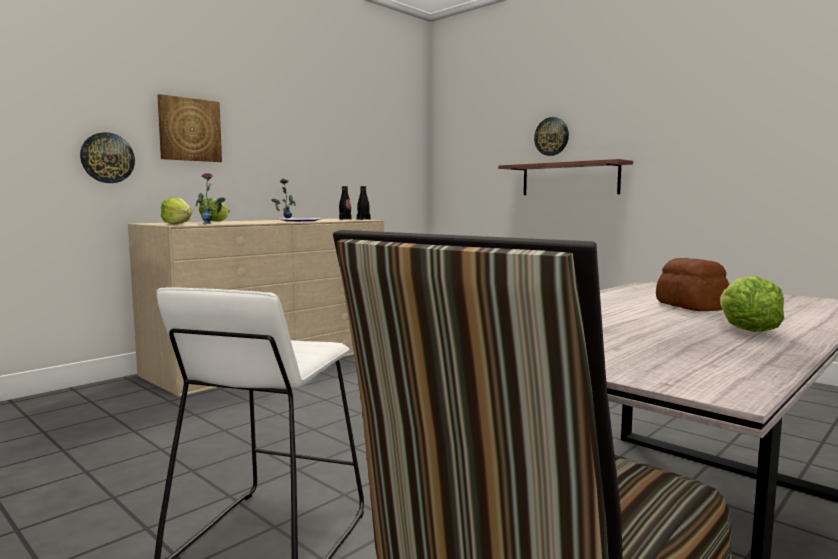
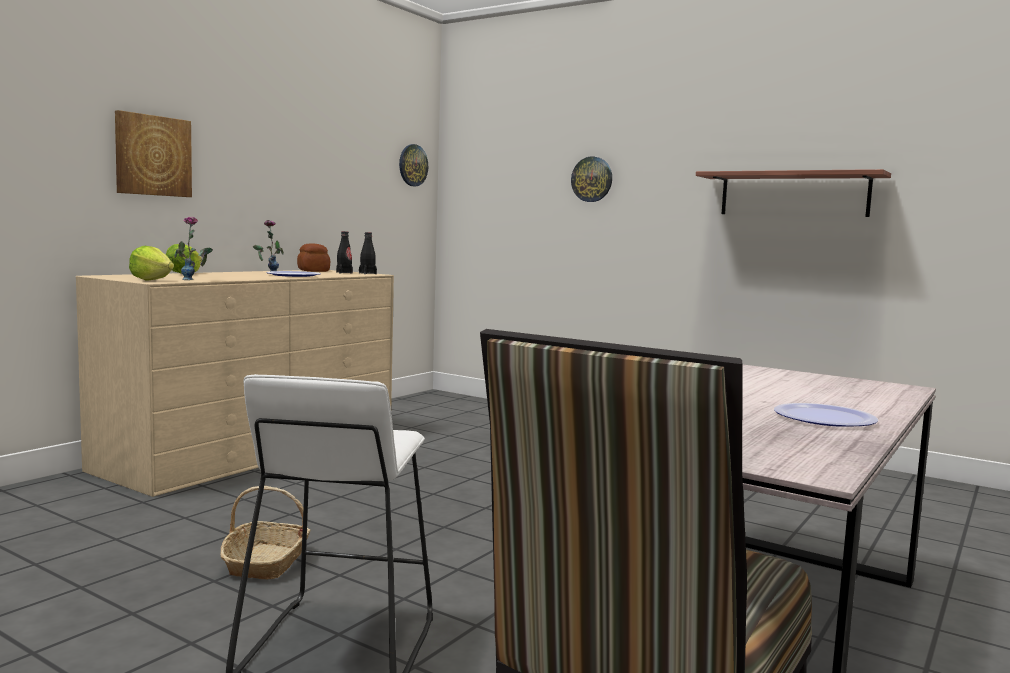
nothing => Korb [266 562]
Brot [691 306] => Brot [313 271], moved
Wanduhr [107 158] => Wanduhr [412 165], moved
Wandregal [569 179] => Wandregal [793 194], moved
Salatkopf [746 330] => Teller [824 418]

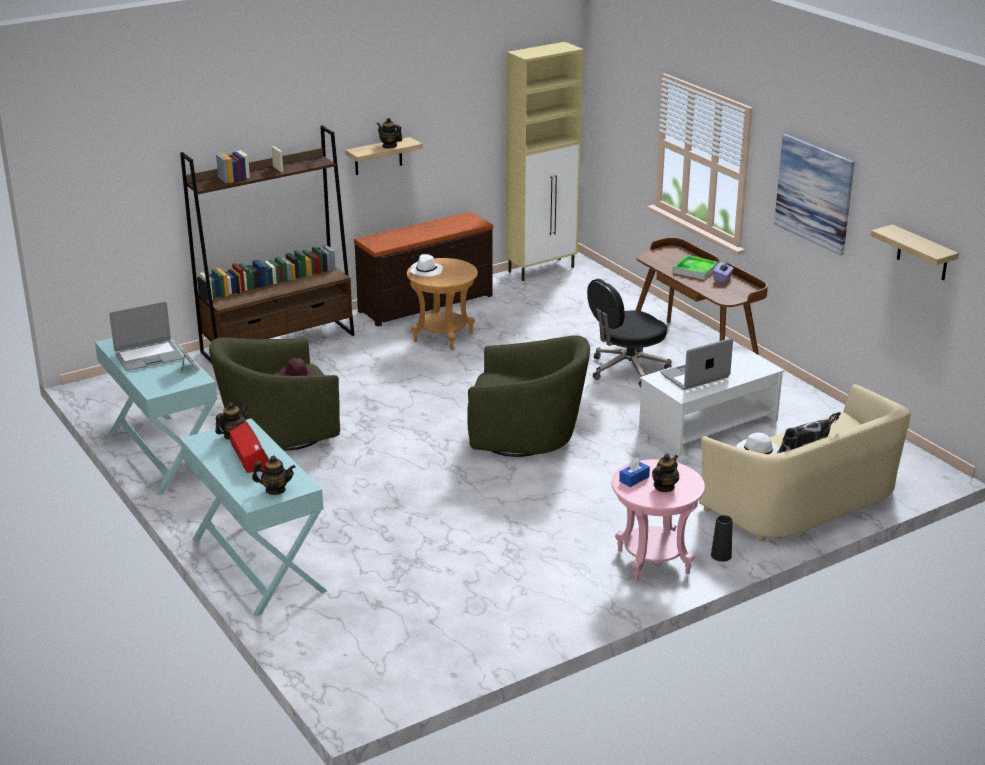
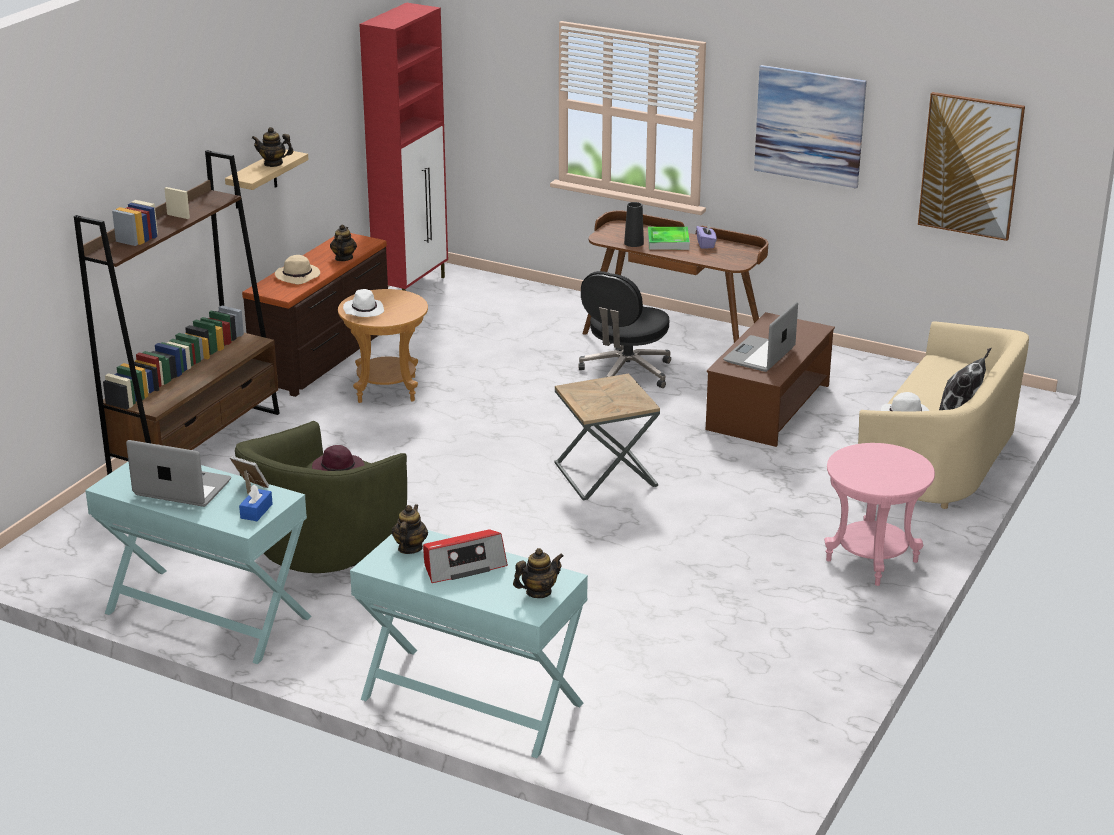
Laptop [148 356] => Laptop [182 488], 105 degrees counterclockwise
Taschentuchbox [blau] [634 479] => Taschentuchbox [blau] [256 511], moved
nothing => Hut [beige] [298 276]
Teekanne [664 487] => Teekanne [343 258], moved
Schrank [beige] [542 269] => Schrank [rot] [412 287]
Radio [251 457] => Radio [463 566], 120 degrees clockwise
Sessel [grün] [526 439] => Beistelltisch [braun] [605 475]
Vase [schwarz] [721 555] => Vase [schwarz] [634 243], moved
Couchtisch [weiß] [707 424] => Couchtisch [braun] [768 407]
Wandregal [922 253] => Bild [970 166]

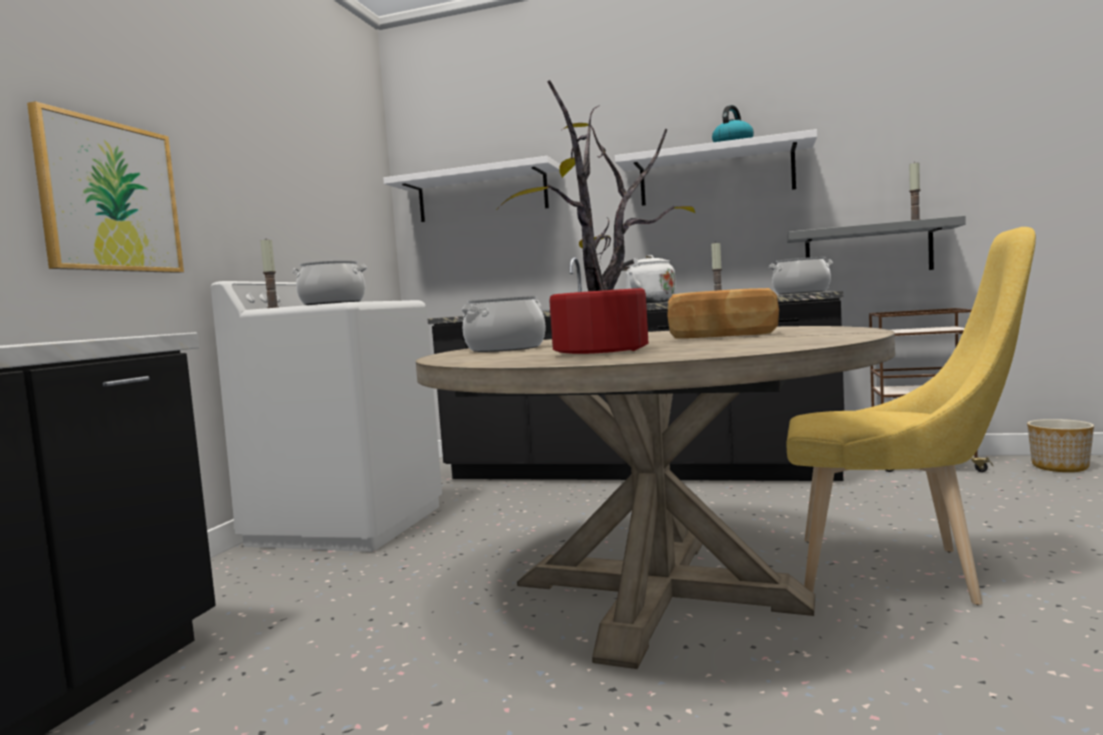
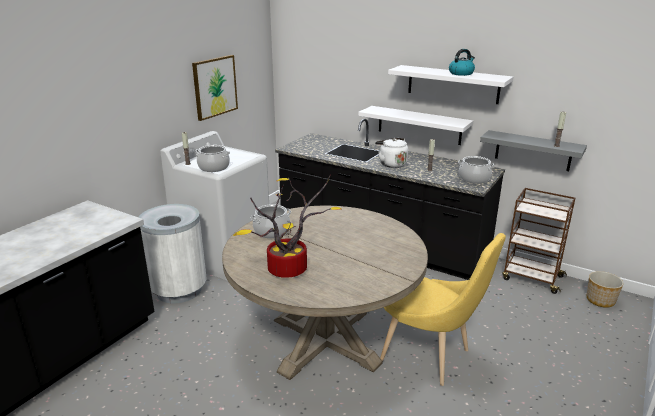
nothing => Mülleimer [weiß] [179 290]
Bild [110 197] => Bild [215 87], moved
Wandregal [weiß] [482 194] => Wandregal [weiß] [419 125], moved
Brot [722 336] => nothing

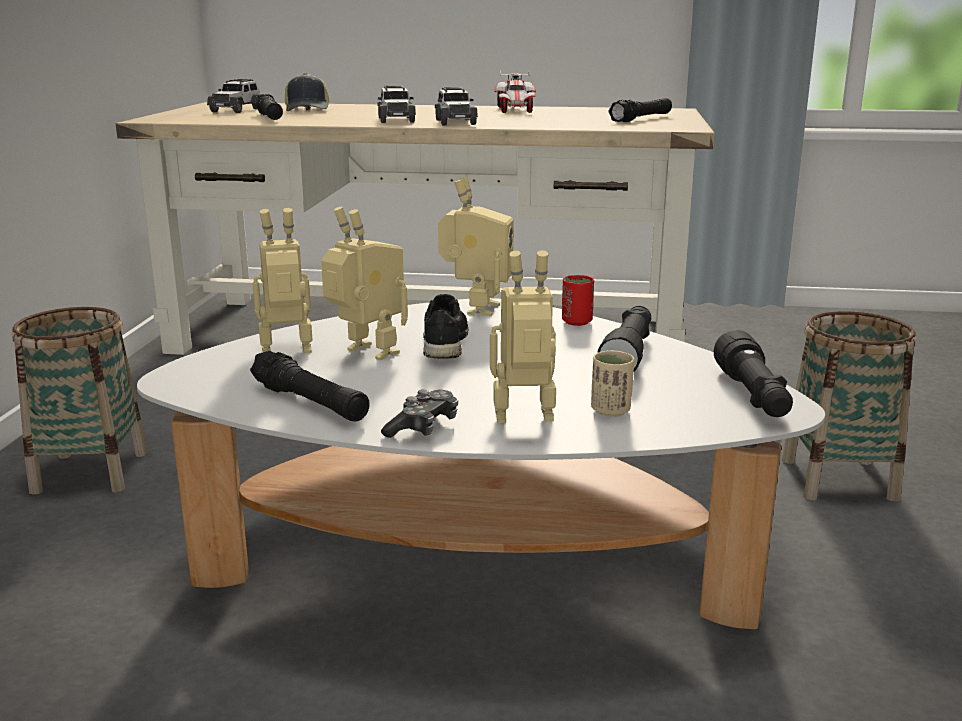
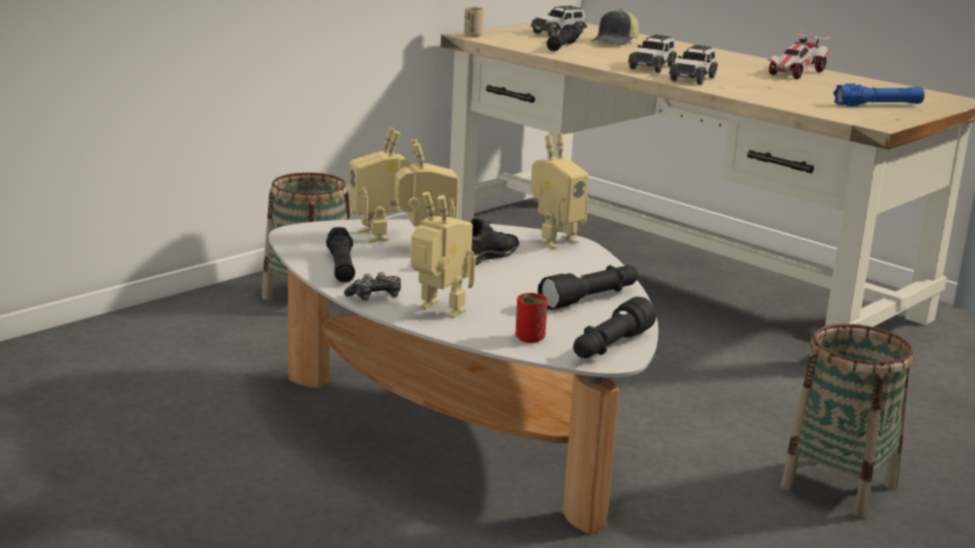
Spielzeugroboter [287 353] => Spielzeugroboter [380 235], 135 degrees counterclockwise
Tasse [beige] [610 411] => Tasse [beige] [473 35], moved
Tasse [rot] [576 322] => Tasse [rot] [529 338], moved
Taschenlampe [schwarz] [641 119] => Taschenlampe [blau] [878 105]

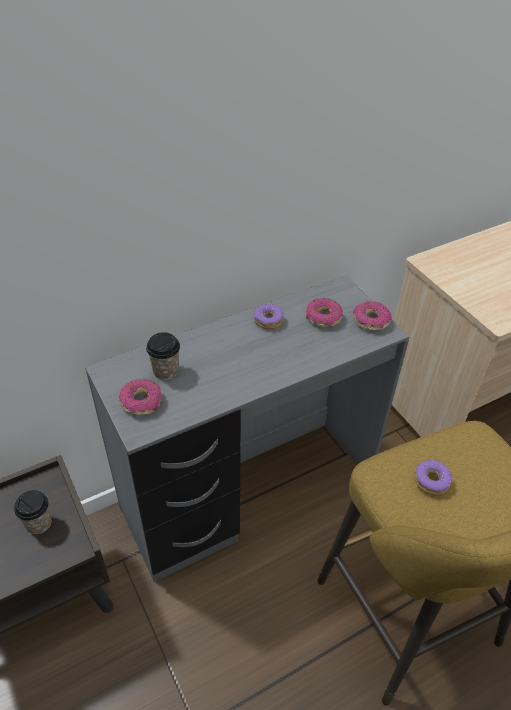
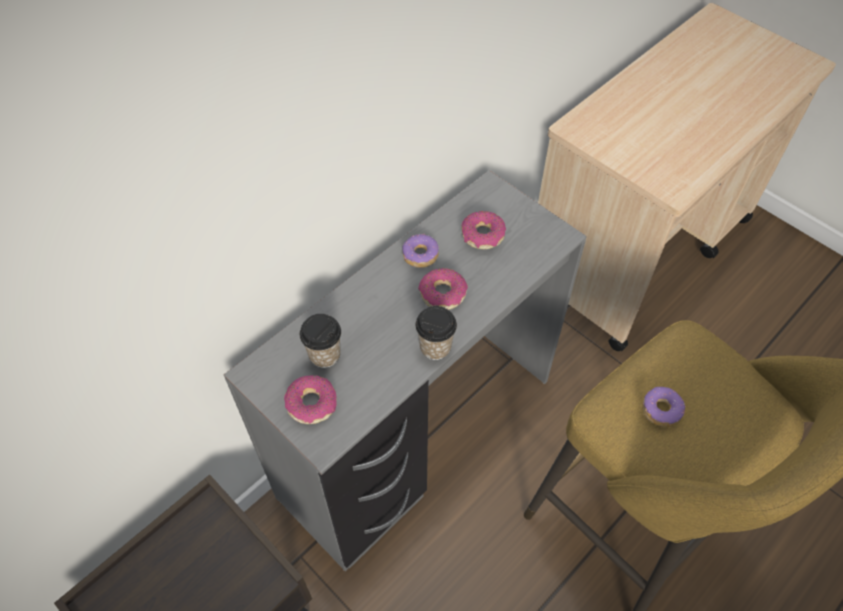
Tasse [39 523] => Tasse [435 347], moved
Donut [371 321] => Donut [442 294], moved

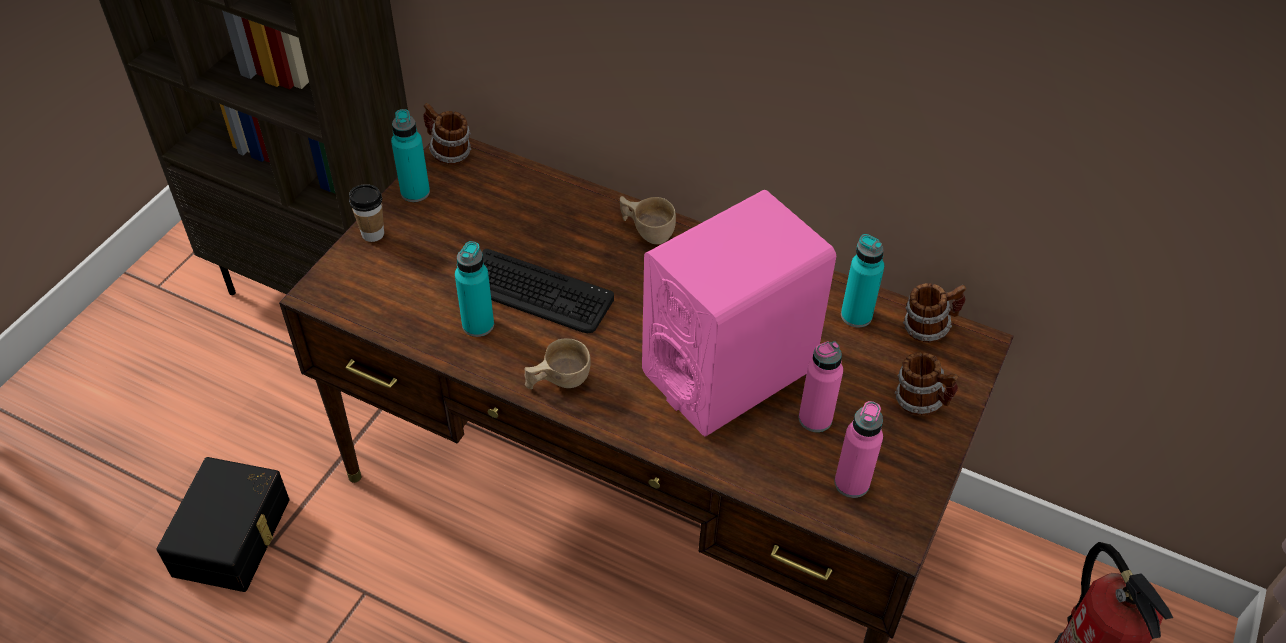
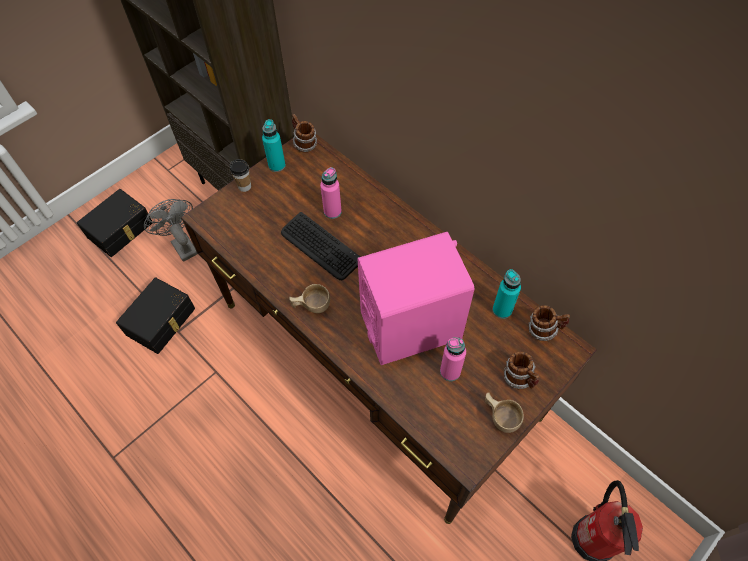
nothing => Aufbewahrungsbox [schwarz] [121 230]
nothing => Ventilator [grau] [182 245]
Flasche [rosa] [851 483] => Flasche [rosa] [332 211], moved
Tasse [beige] [646 231] => Tasse [beige] [500 416], moved
Flasche [türkis] [478 325] => nothing

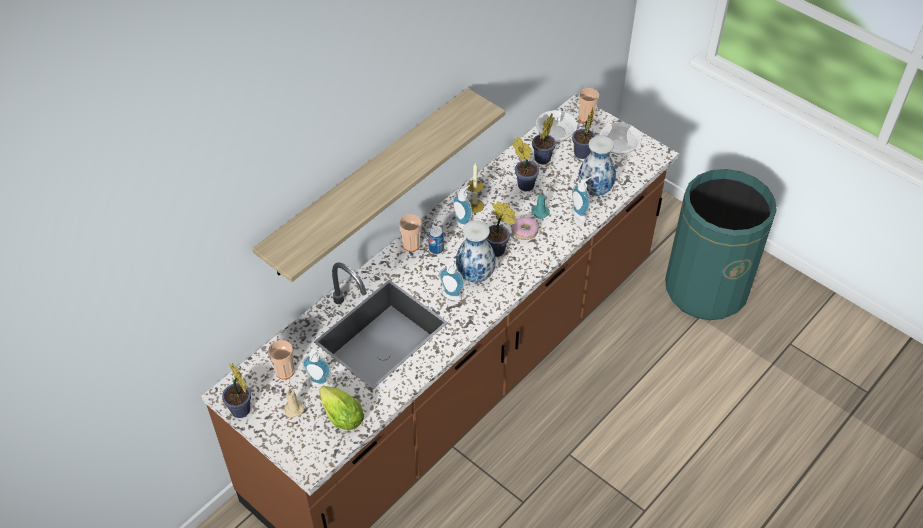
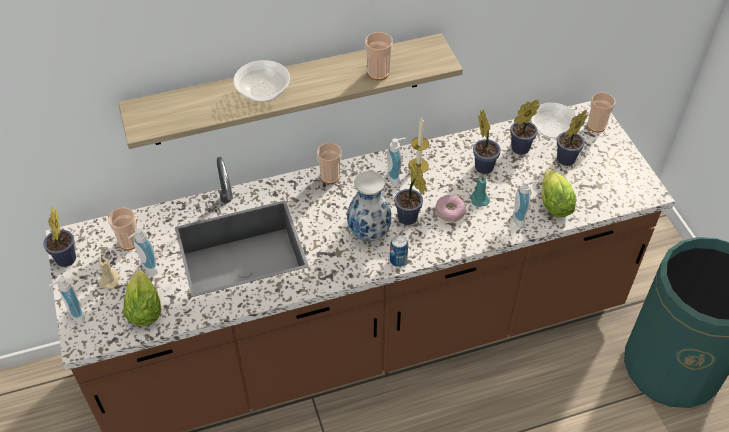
Seifenspender [450 297] => Seifenspender [74 316], moved
Schüssel [618 146] => Schüssel [263 91], moved
nothing => Tasse [378 73]
Dose [436 249] => Dose [398 260], moved
Vase [595 191] => Salatkopf [553 202]

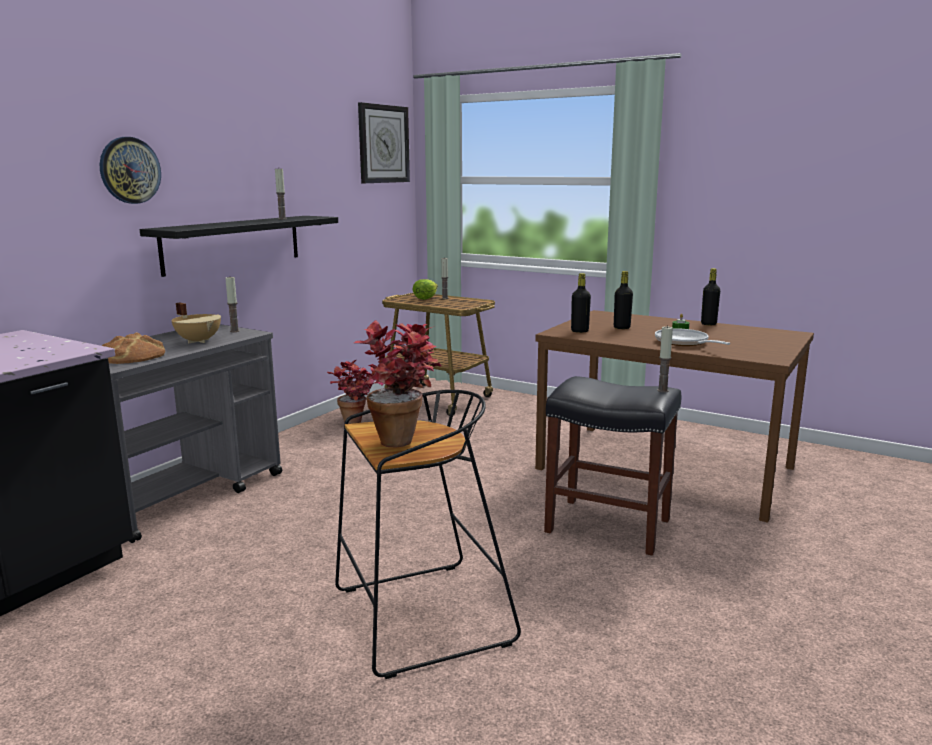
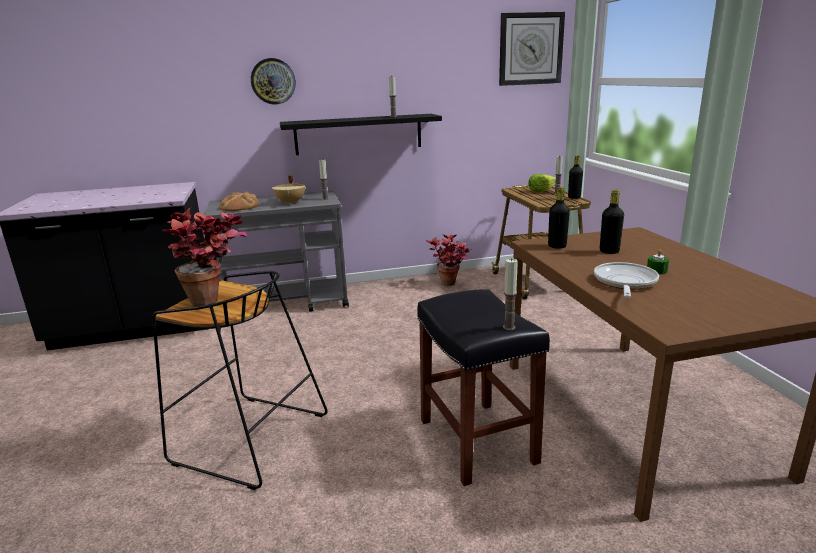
Flasche [schwarz] [708 324] => Flasche [schwarz] [574 197], moved

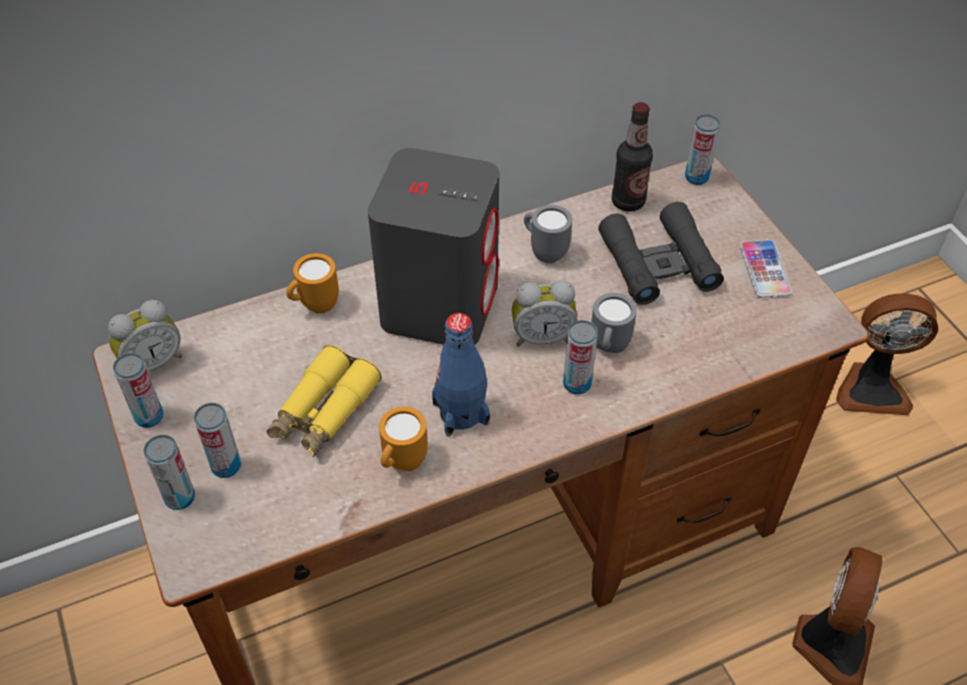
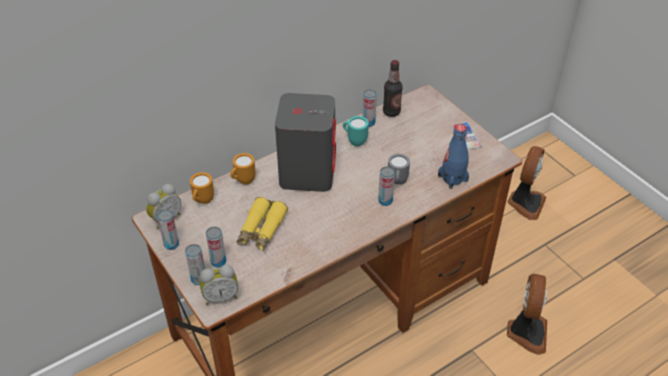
Henkelbecher [orange] [402 464] => Henkelbecher [orange] [202 201], moved
Wecker [542 336] => Wecker [221 296], moved
Henkelbecher [grau] [544 252] => Henkelbecher [türkis] [354 141]
Dose [696 177] => Dose [368 123], moved
Flasche [blau] [461 413] => Flasche [blau] [452 178], moved
Ventilator [872 388] => Ventilator [525 203], 60 degrees counterclockwise
Fernglas [schwarz] [658 263] => nothing

